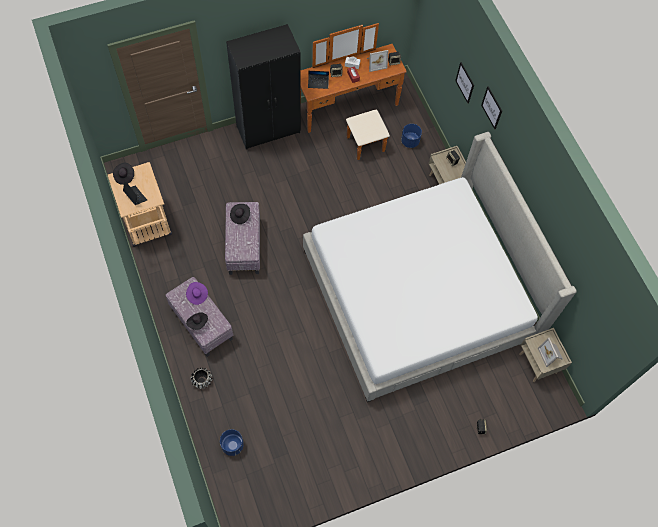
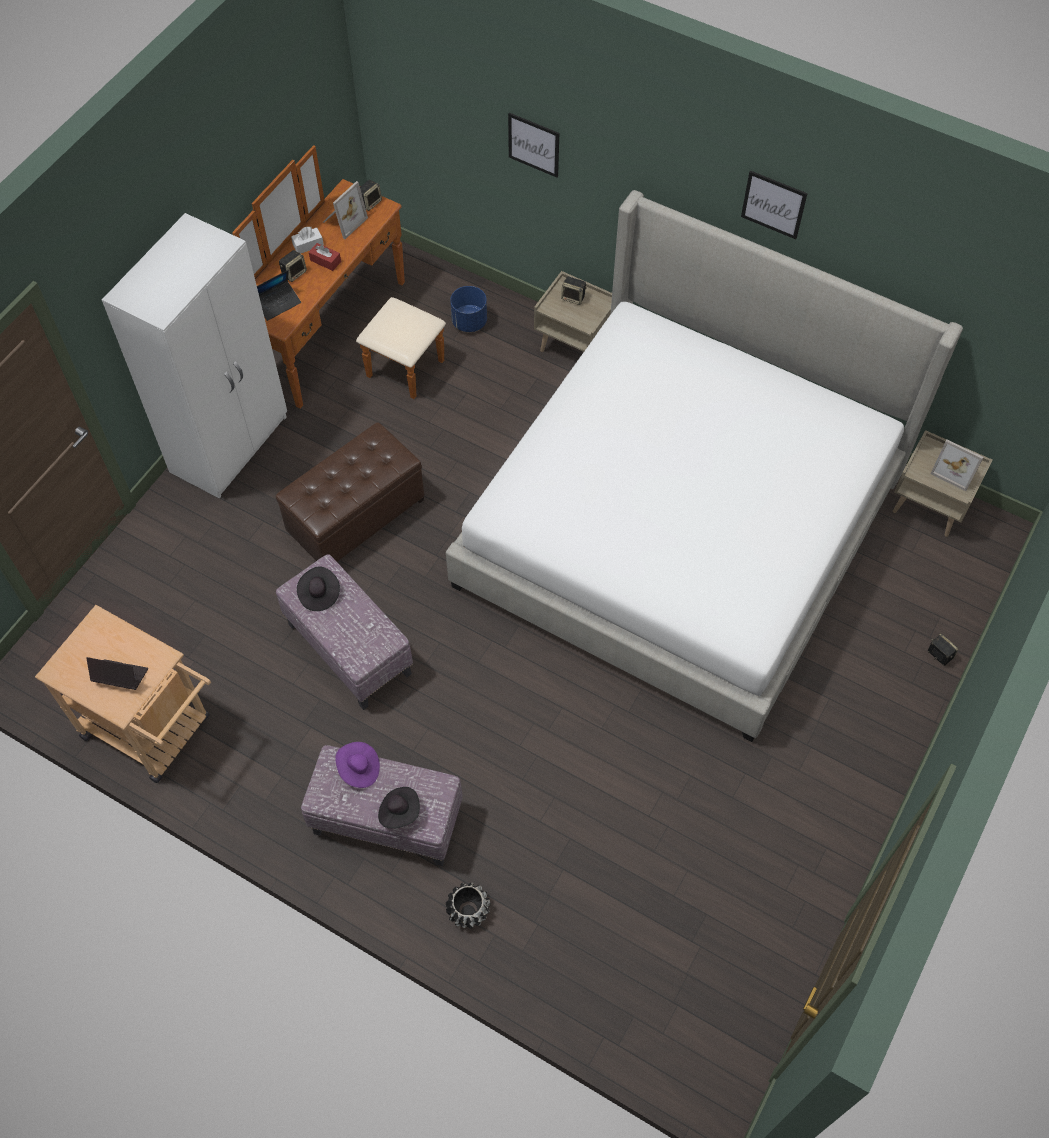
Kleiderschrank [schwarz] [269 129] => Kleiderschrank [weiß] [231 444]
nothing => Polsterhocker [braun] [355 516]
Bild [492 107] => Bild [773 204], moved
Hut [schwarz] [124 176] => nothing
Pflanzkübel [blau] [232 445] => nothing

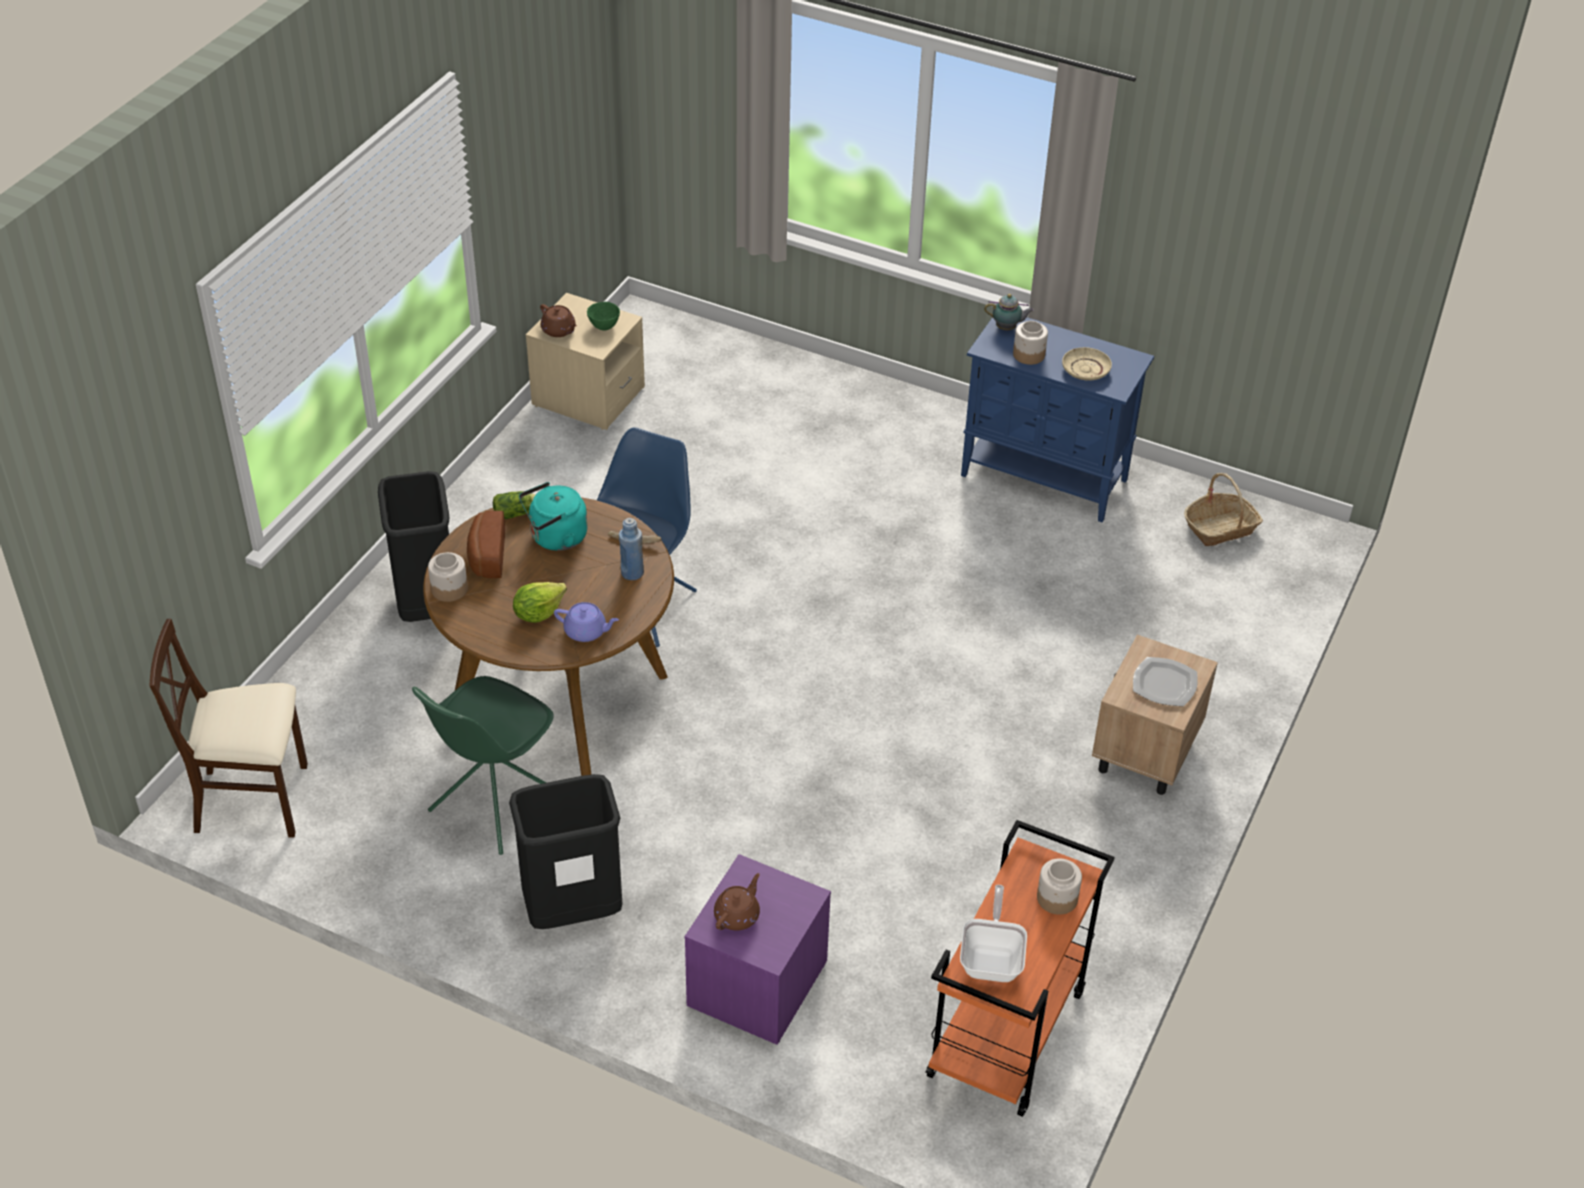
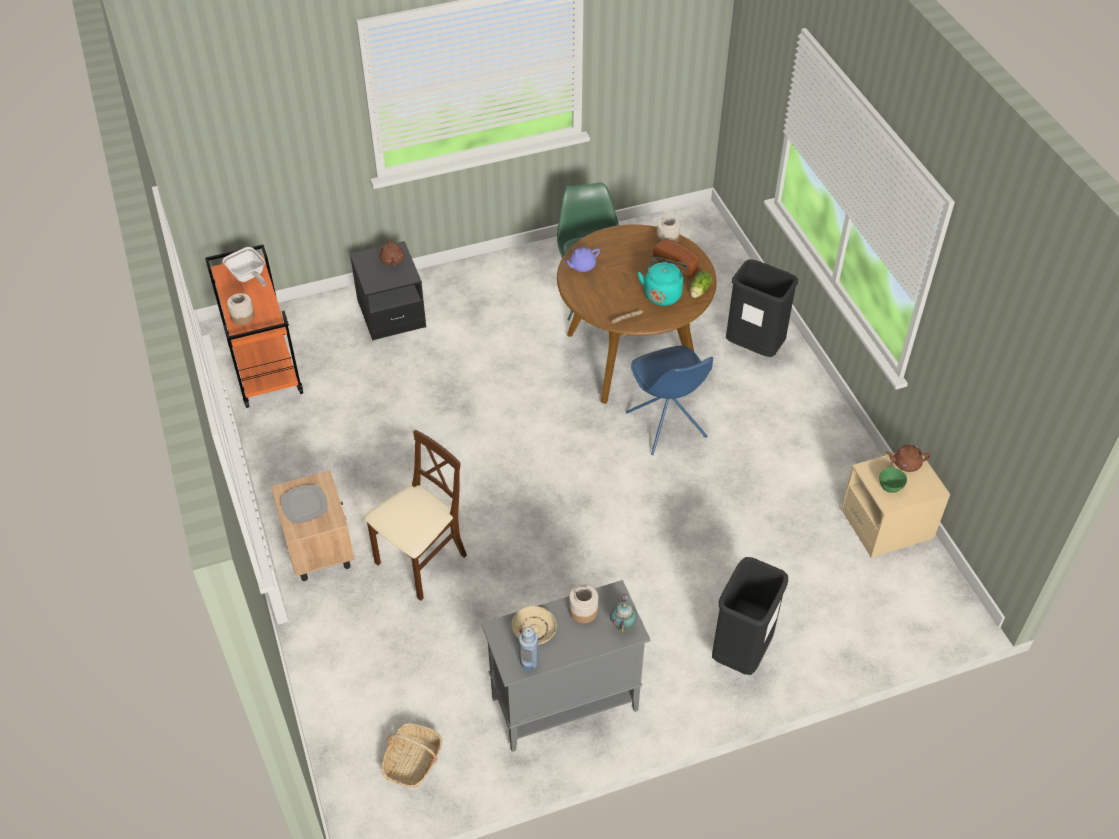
Nachttisch [lila] [757 984] => Nachttisch [schwarz] [391 314]
Stuhl [beige] [253 800] => Stuhl [beige] [421 561], moved
Schrank [blau] [1045 478] => Schrank [grau] [563 704]
Flasche [blau] [632 573] => Flasche [blau] [529 661], moved
Teekanne [1007 328] => Teekanne [623 624], 135 degrees clockwise
Mülleimer [schwarz] [573 912] => Mülleimer [schwarz] [741 652], moved
Salatkopf [538 613] => nothing

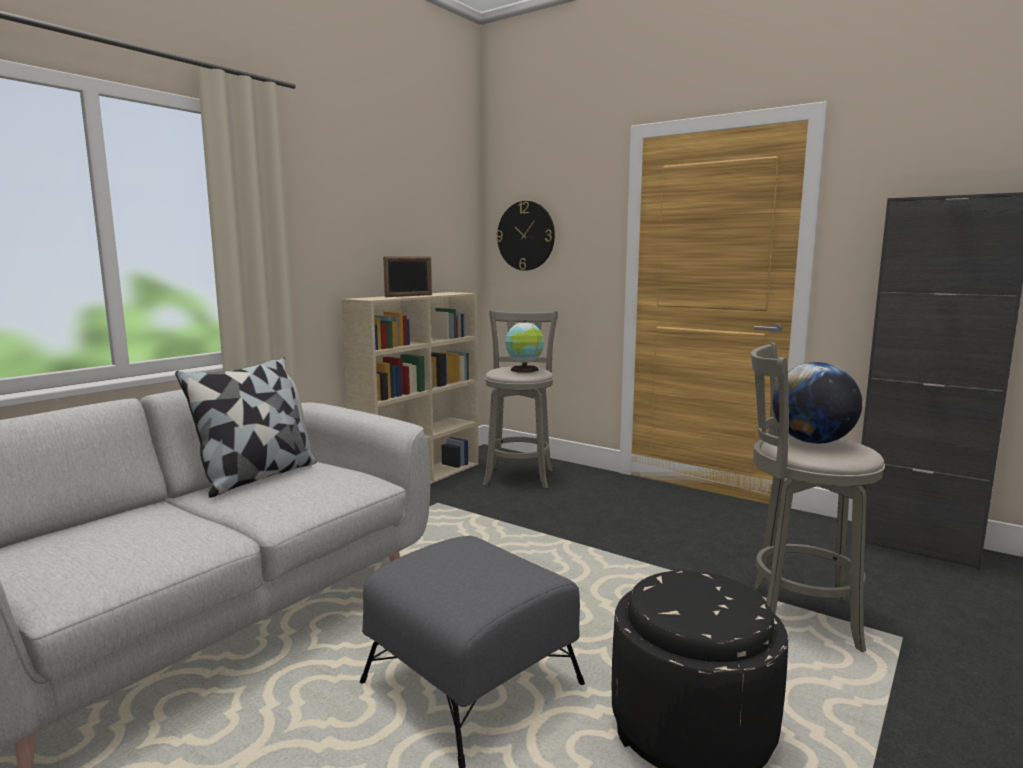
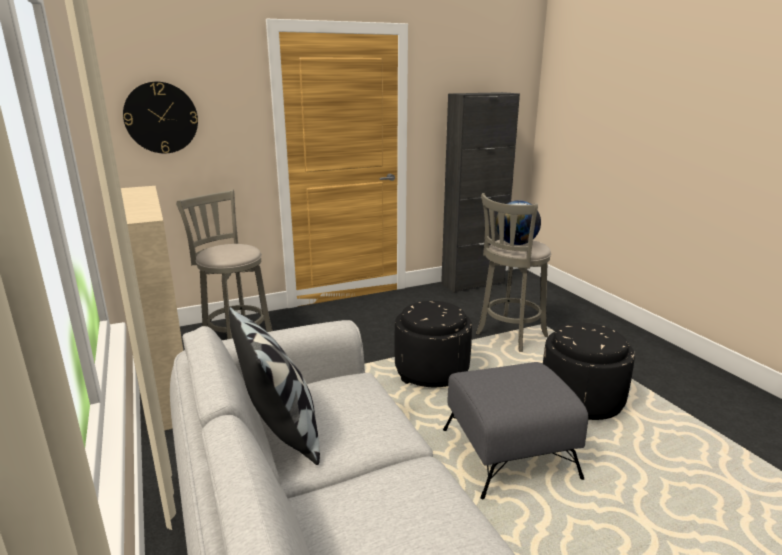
nothing => Polsterhocker [schwarz] [431 372]
Bilderrahmen [409 296] => nothing
Globus [524 370] => nothing

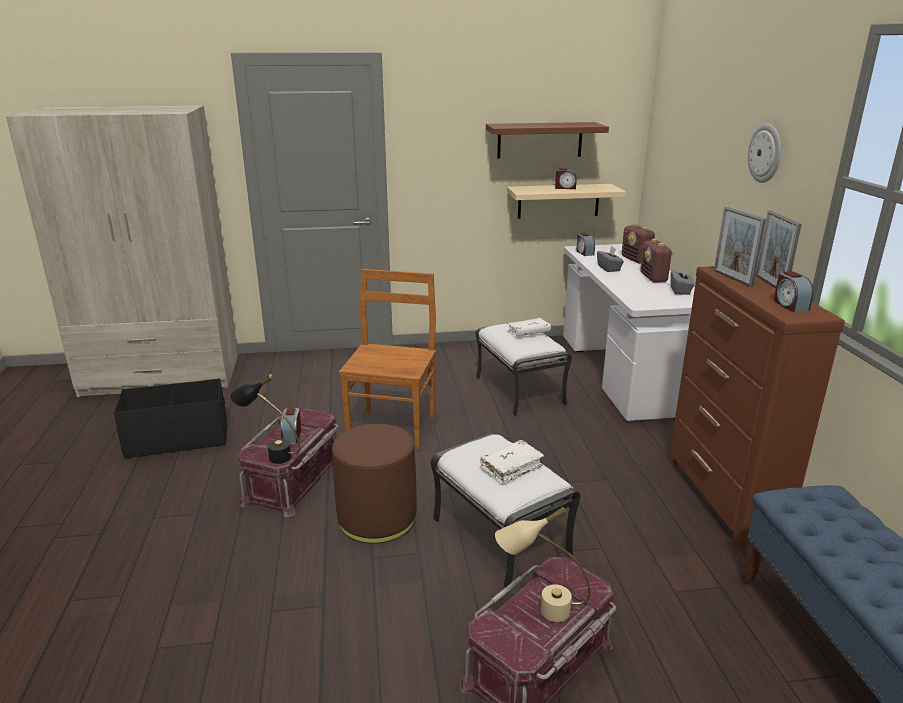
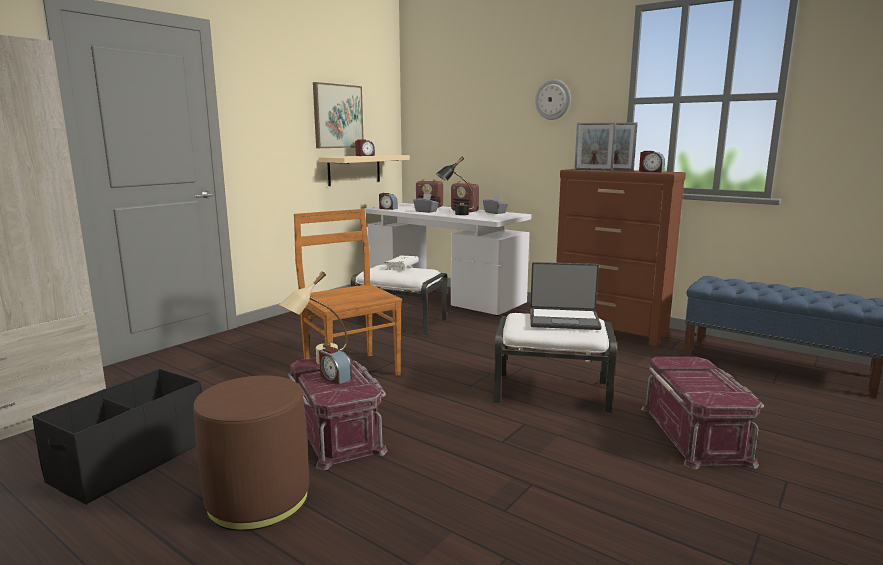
Polsterhocker [braun] [377 518] => Polsterhocker [braun] [258 498], moved
Tischlampe [beige] [540 610] => Tischlampe [beige] [317 363], moved
Wandregal [braun] [539 140] => Bild [337 116]
Tischlampe [schwarz] [270 455] => Tischlampe [schwarz] [456 214], moved
Buch [weiß] [511 467] => Laptop [564 320]

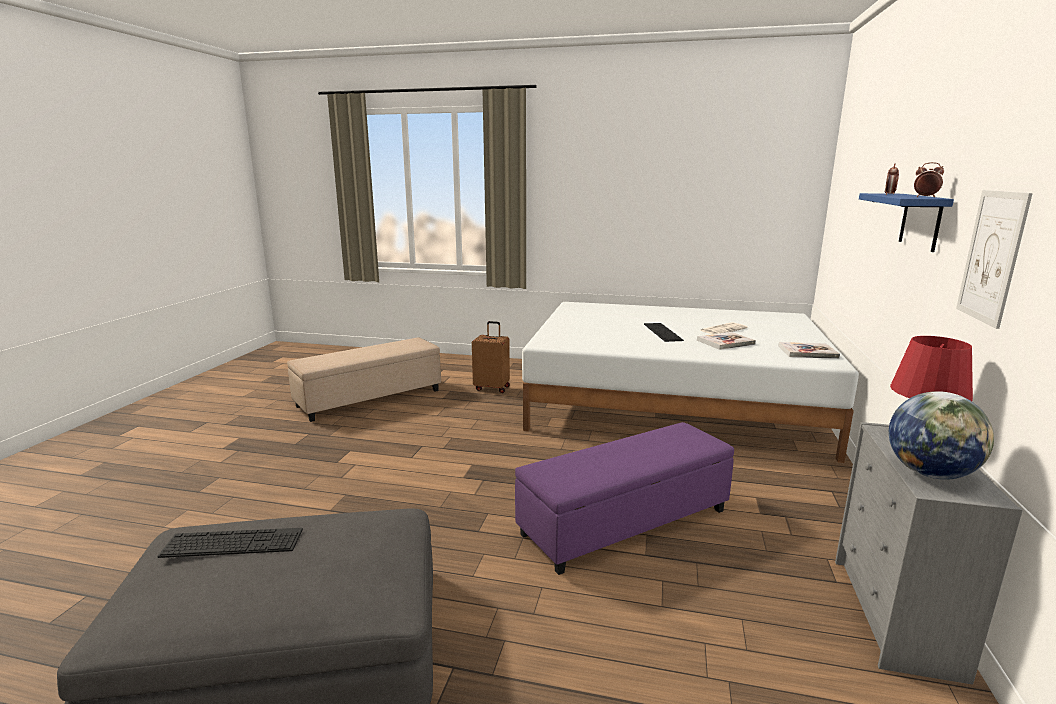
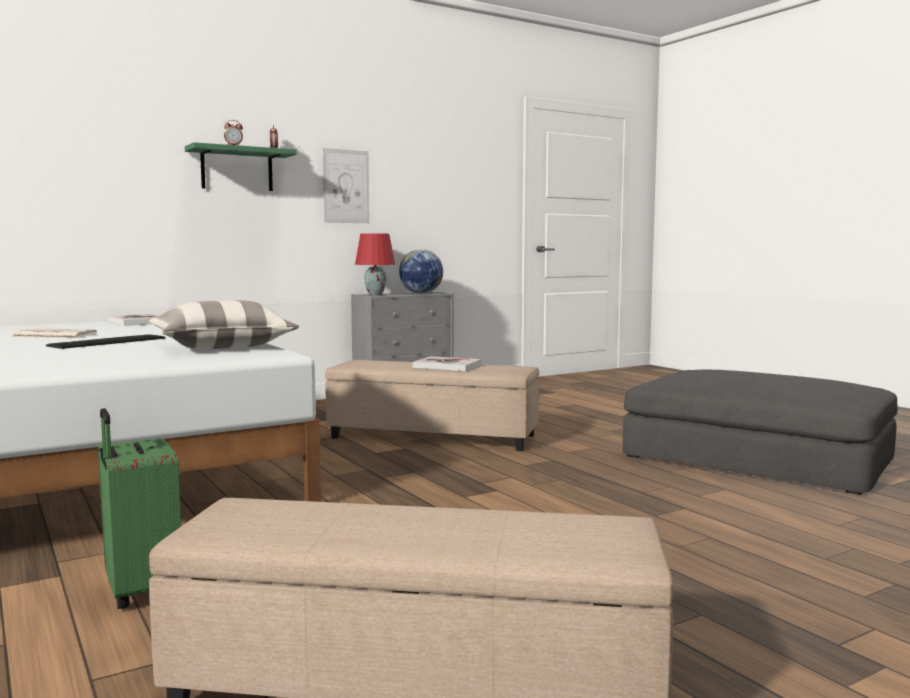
Koffer [braun] [492 388] => Koffer [grün] [140 591]
nothing => Kissen [222 347]
Wandregal [blau] [920 221] => Wandregal [grün] [237 169]
Polsterhocker [lila] [625 523] => Polsterhocker [beige] [433 436]
Buch [725 342] => Buch [447 366], moved
Tastatur [233 543] => nothing

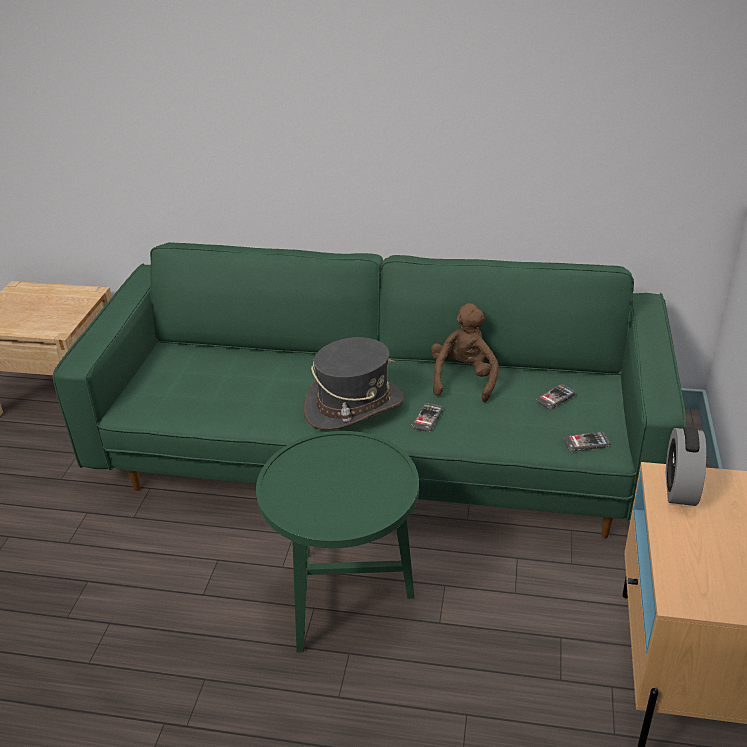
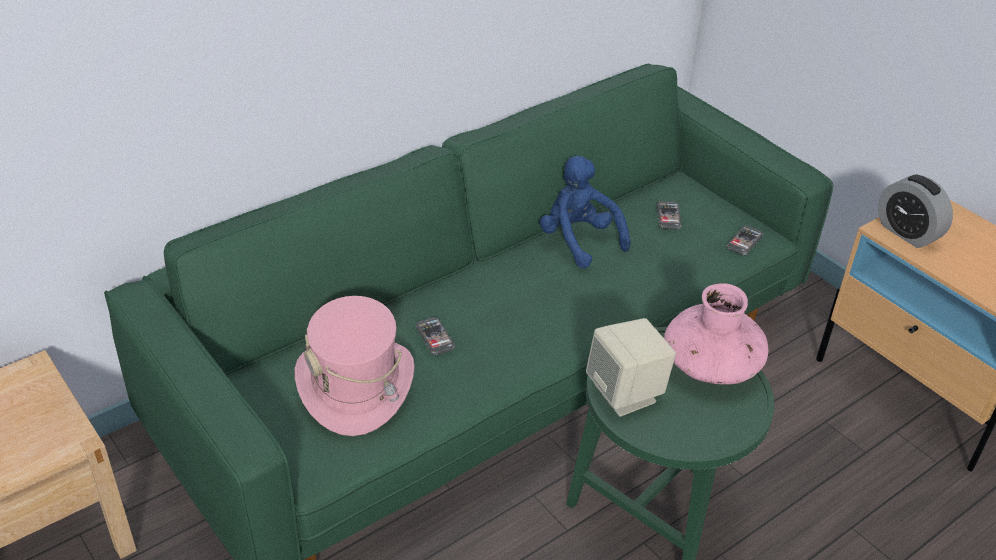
nothing => Hut [rosa] [356 386]
Handy [427 418] => Handy [435 337], moved
Plüschtier [braun] [464 379] => Plüschtier [blau] [579 240]
nothing => Lautsprecher [beige] [626 393]
nothing => Vase [rosa] [711 365]
Hut [grau] [354 406] => nothing

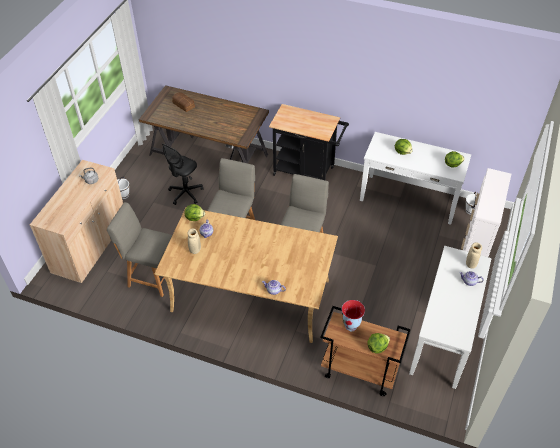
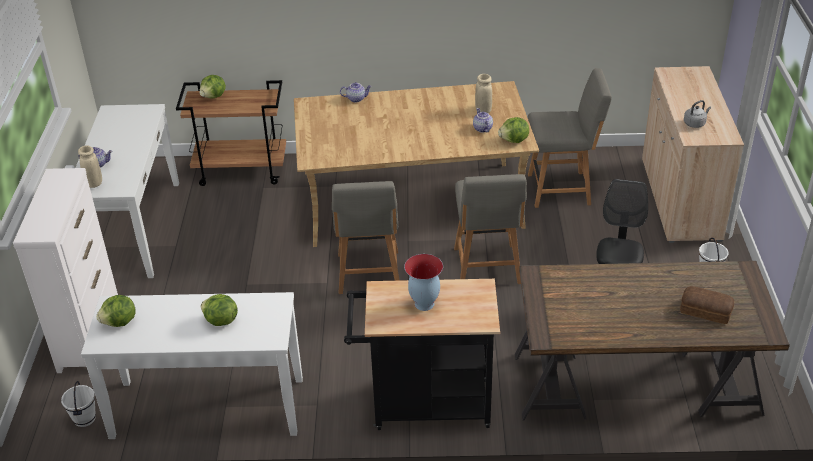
Vase [351 326] => Vase [423 304], moved

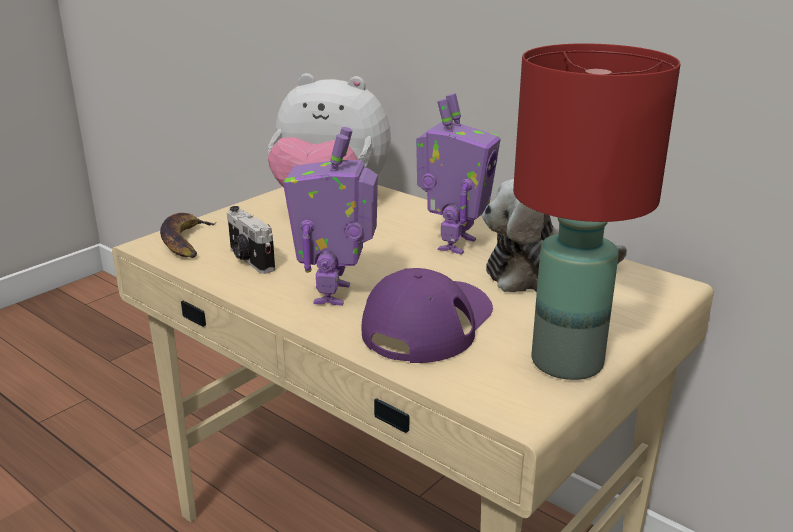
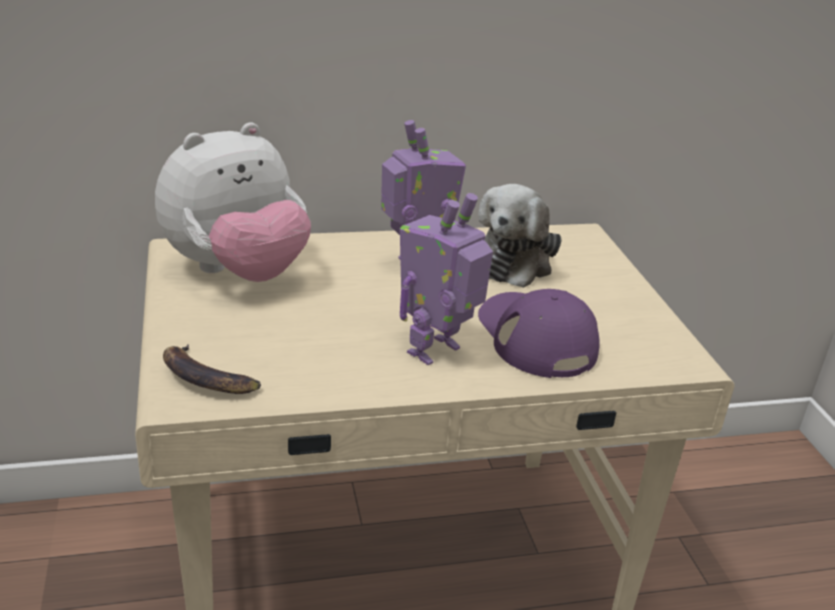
Spielzeugroboter [335 294] => Spielzeugroboter [436 351], 90 degrees clockwise
Kamera [250 260] => nothing
Tischlampe [rot] [565 361] => nothing

